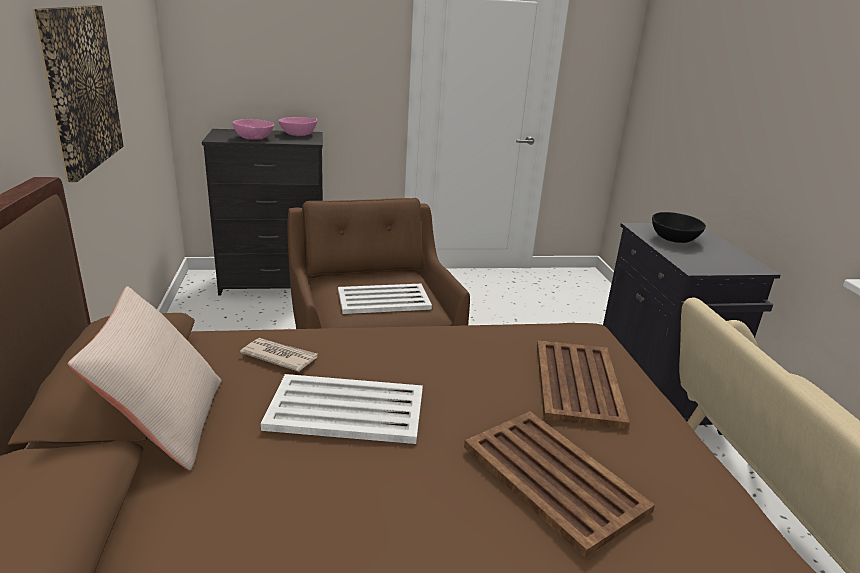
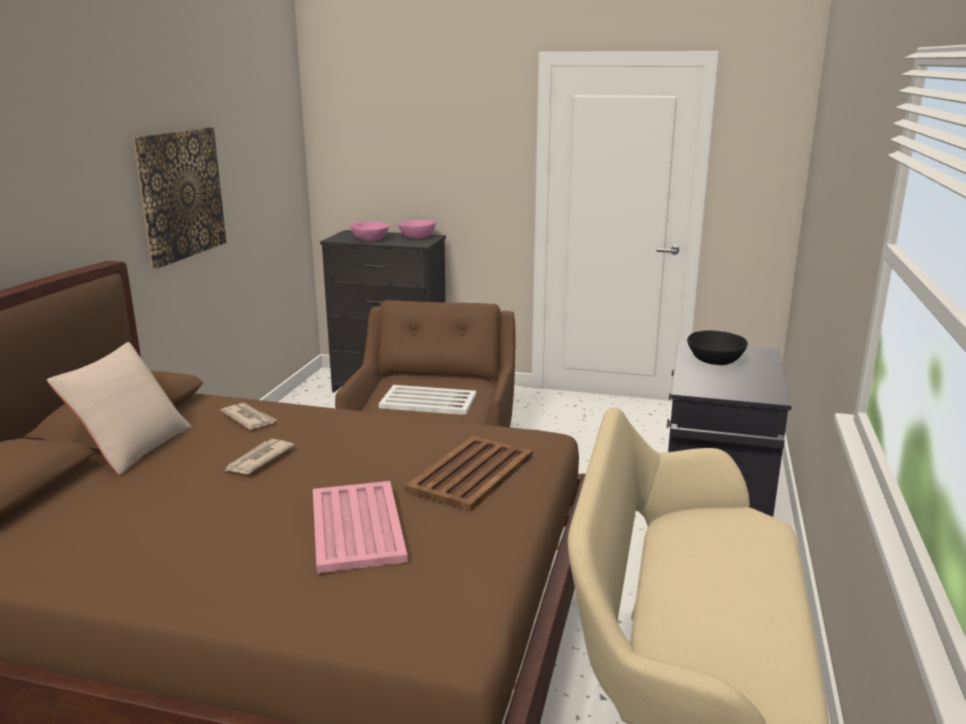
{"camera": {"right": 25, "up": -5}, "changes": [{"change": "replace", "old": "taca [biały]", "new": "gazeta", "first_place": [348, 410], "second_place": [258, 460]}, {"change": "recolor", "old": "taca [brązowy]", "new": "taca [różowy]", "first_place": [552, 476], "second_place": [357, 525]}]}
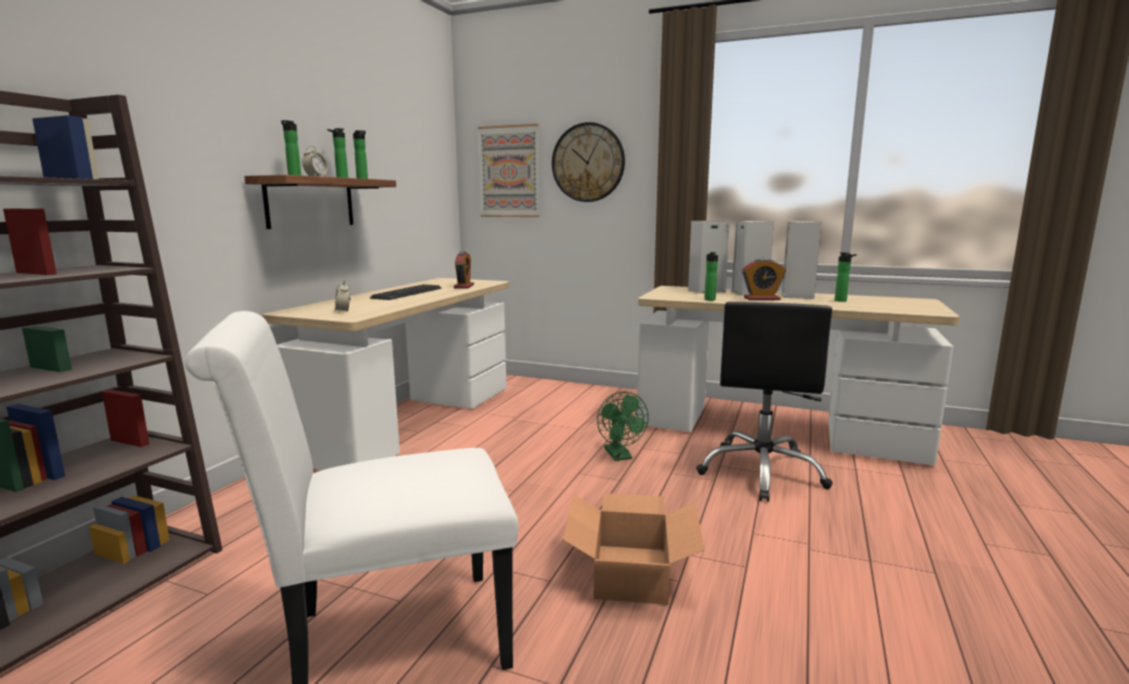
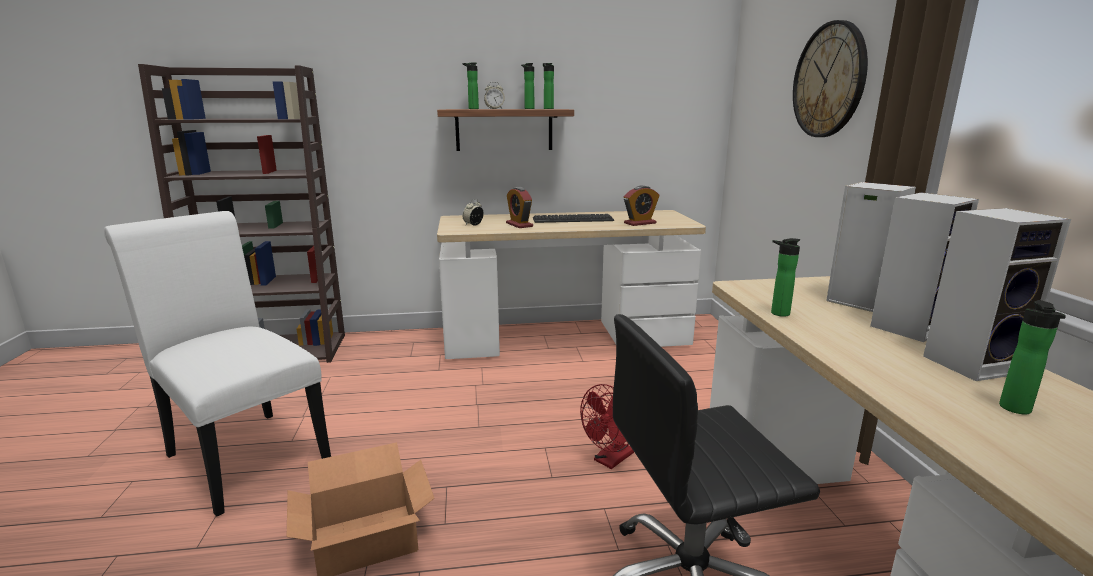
{"camera": {"right": 60, "up": 5}, "changes": [{"change": "delete", "old": "obraz", "first_place": [509, 172]}, {"change": "move", "old": "budzik", "first_place": [761, 299], "second_place": [519, 225]}, {"change": "recolor", "old": "wentylator [zielony]", "new": "wentylator [czerwony]", "first_place": [620, 456], "second_place": [610, 460]}]}
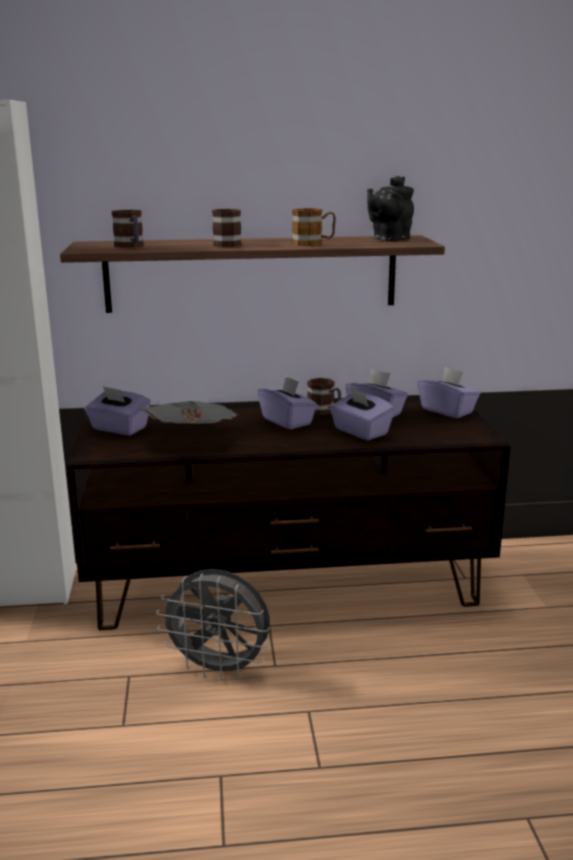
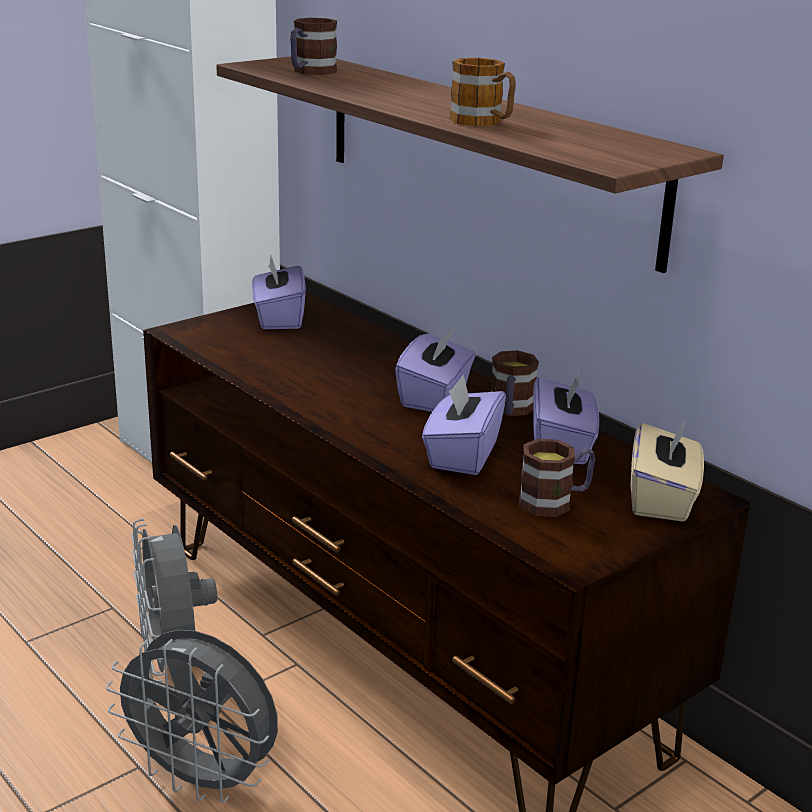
{"camera": {"right": 55, "up": 5}, "changes": [{"change": "delete", "old": "gazeta", "first_place": [192, 439]}, {"change": "delete", "old": "imbryk [czarny]", "first_place": [389, 239]}, {"change": "insert", "new": "wentylator [szary]", "second_place": [203, 780]}, {"change": "move", "old": "kubek", "first_place": [229, 243], "second_place": [555, 502]}, {"change": "recolor", "old": "pudełko chusteczek [fioletowy]", "new": "pudełko chusteczek [beżowy]", "first_place": [447, 410], "second_place": [662, 499]}]}
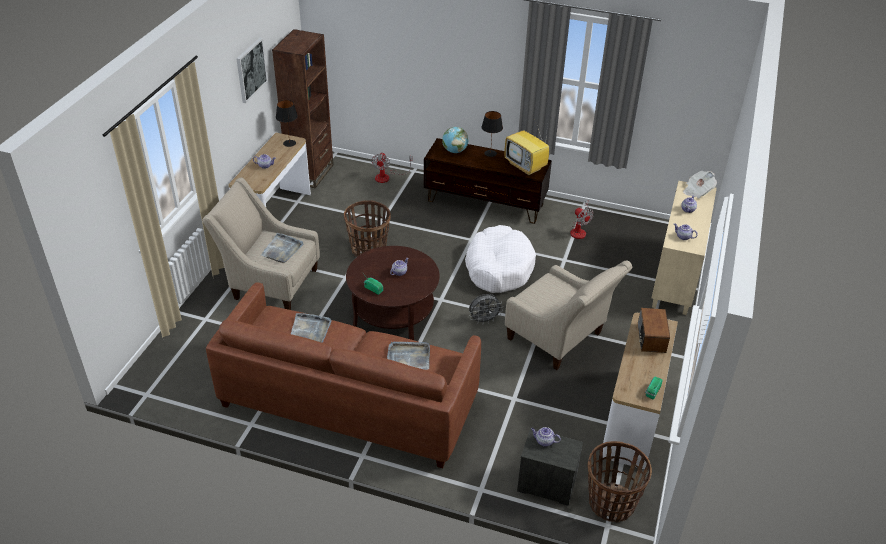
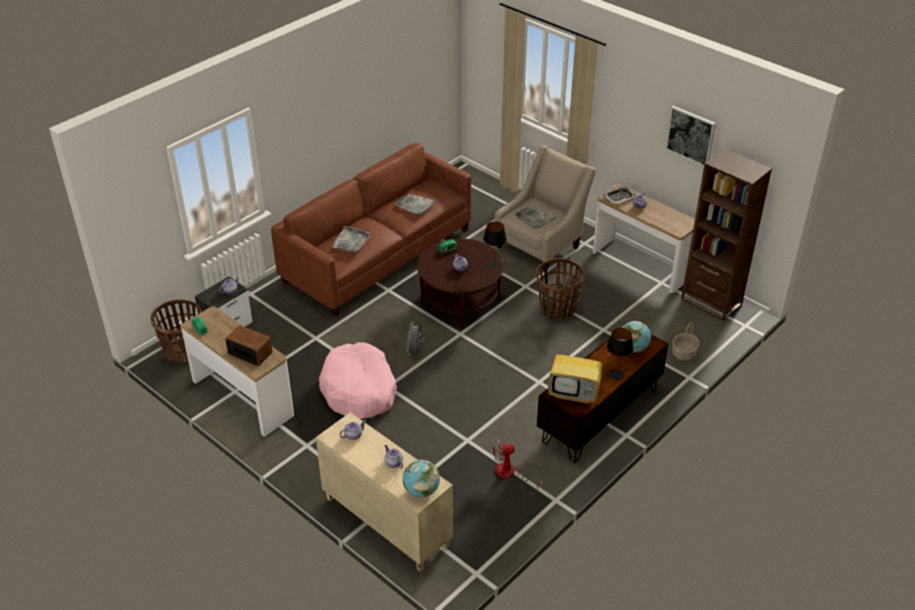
{"camera": {"right": 115, "up": 0}, "changes": [{"change": "delete", "old": "legowisko [biały]", "first_place": [499, 268]}, {"change": "insert", "new": "taca", "second_place": [619, 197]}, {"change": "move", "old": "lampa stołowa [czarny]", "first_place": [289, 143], "second_place": [493, 265]}, {"change": "replace", "old": "wentylator", "new": "koszyk", "first_place": [387, 177], "second_place": [684, 353]}, {"change": "replace", "old": "fotel [beżowy]", "new": "legowisko [różowy]", "first_place": [559, 340], "second_place": [359, 390]}, {"change": "replace", "old": "gazeta", "new": "globus", "first_place": [697, 191], "second_place": [421, 490]}, {"change": "rotate", "old": "telewizor", "first_place": [526, 167], "second_place": [575, 393], "degrees": -150}]}
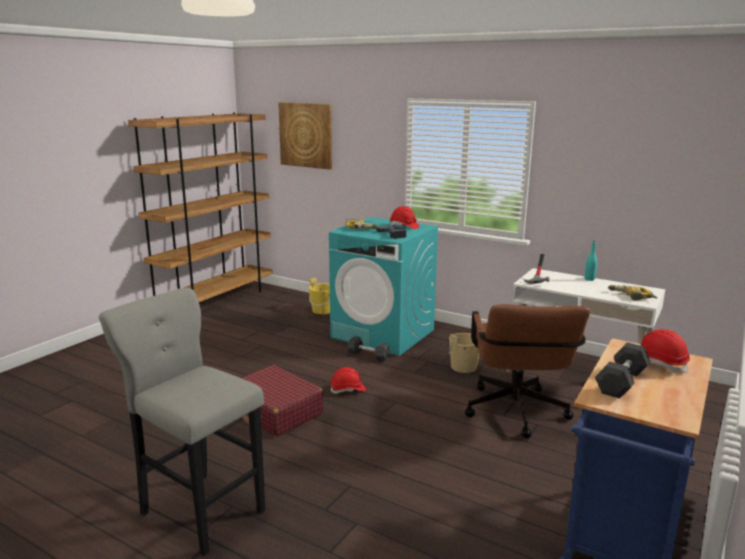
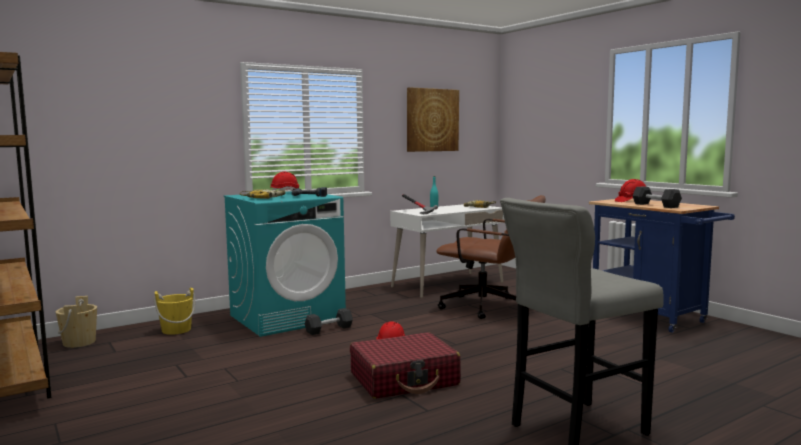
{"camera": {"right": -65, "up": -10}, "changes": [{"change": "move", "old": "obraz", "first_place": [306, 135], "second_place": [432, 120]}, {"change": "move", "old": "wiadro [beżowy]", "first_place": [463, 367], "second_place": [79, 342]}]}
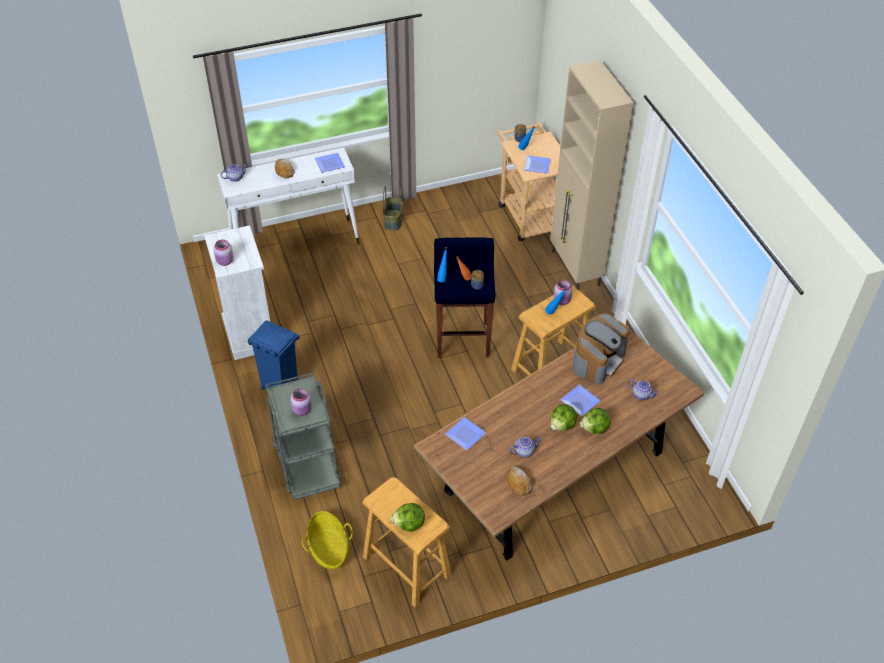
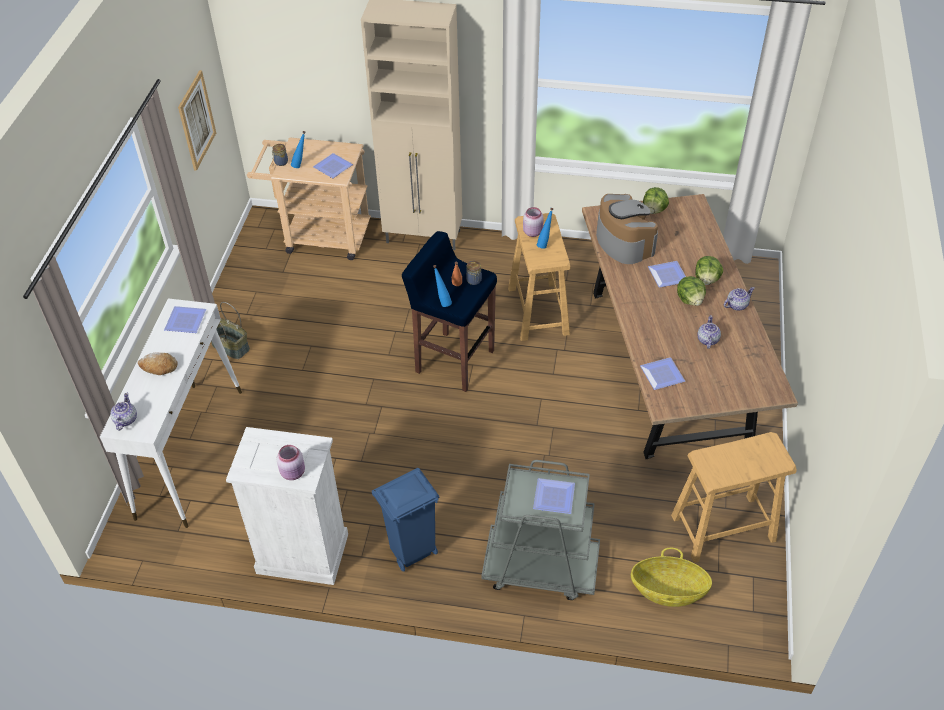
{"camera": {"right": -60, "up": 0}, "changes": [{"change": "delete", "old": "chleb", "first_place": [518, 483]}, {"change": "insert", "new": "obraz", "second_place": [196, 120]}, {"change": "move", "old": "sałata", "first_place": [409, 524], "second_place": [654, 210]}, {"change": "move", "old": "imbryk", "first_place": [641, 394], "second_place": [736, 305]}, {"change": "replace", "old": "słoik [różowy]", "new": "talerz", "first_place": [303, 410], "second_place": [555, 496]}]}
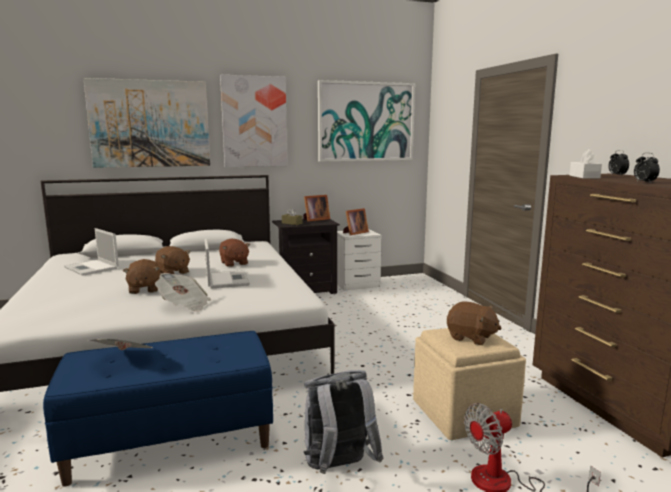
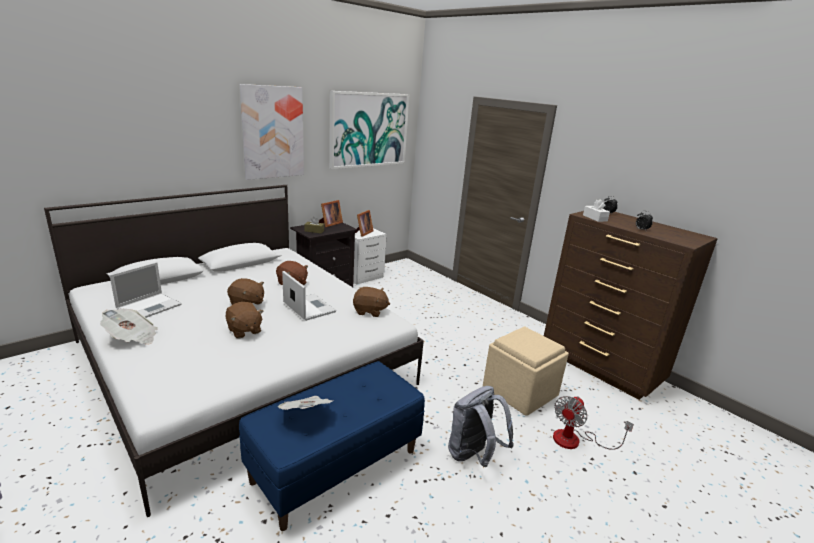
{"camera": {"right": -25, "up": 10}, "changes": [{"change": "delete", "old": "obraz", "first_place": [150, 124]}, {"change": "move", "old": "gazeta", "first_place": [184, 305], "second_place": [132, 338]}, {"change": "move", "old": "pluszak [brązowy]", "first_place": [471, 338], "second_place": [370, 311]}, {"change": "rotate", "old": "laptop", "first_place": [92, 268], "second_place": [150, 306], "degrees": -75}]}
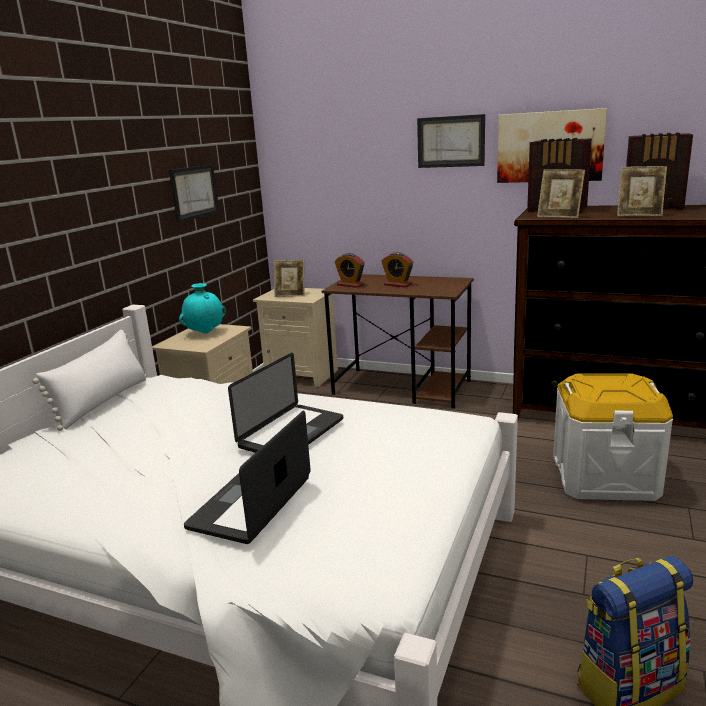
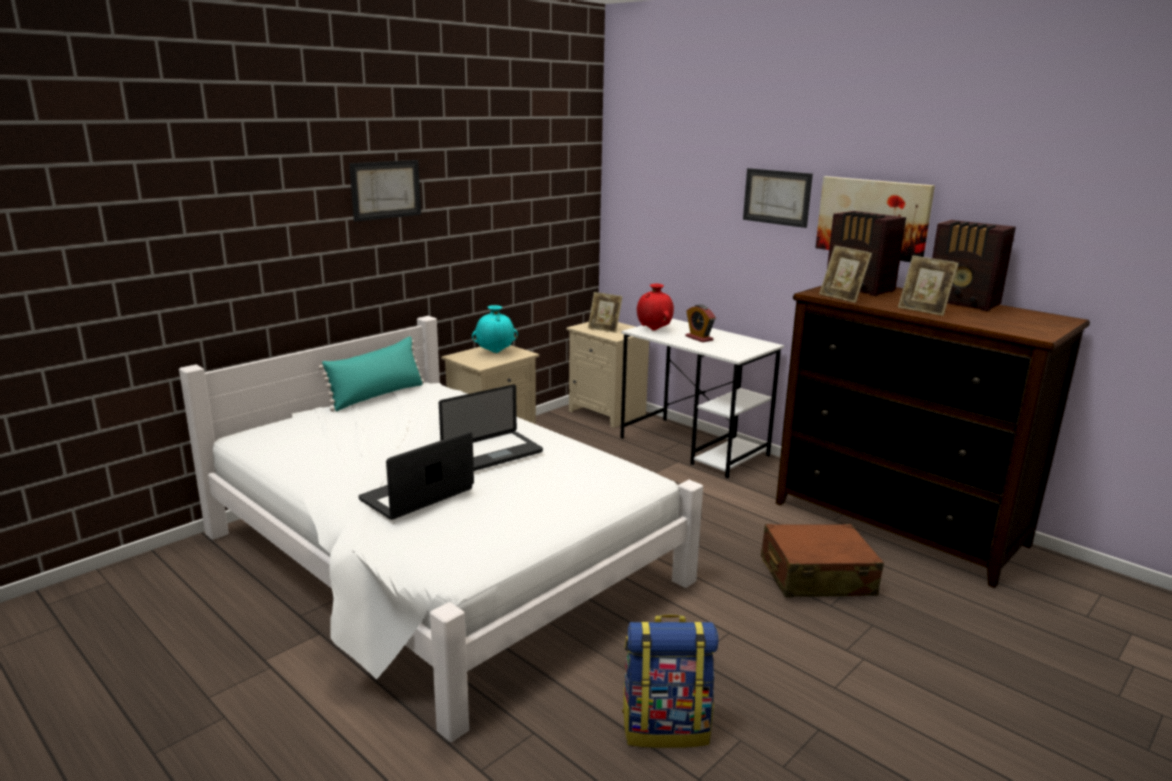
{"camera": {"right": 20, "up": 0}, "changes": [{"change": "move", "old": "obraz", "first_place": [194, 192], "second_place": [385, 189]}, {"change": "replace", "old": "budzik", "new": "wazon [czerwony]", "first_place": [350, 285], "second_place": [654, 330]}, {"change": "replace", "old": "pojemnik do przechowywania [biały]", "new": "walizka [brązowy]", "first_place": [604, 477], "second_place": [816, 576]}, {"change": "recolor", "old": "poduszka [biały]", "new": "poduszka [turkusowy]", "first_place": [103, 402], "second_place": [377, 396]}, {"change": "recolor", "old": "biurko [brązowy]", "new": "biurko [biały]", "first_place": [403, 387], "second_place": [694, 447]}]}
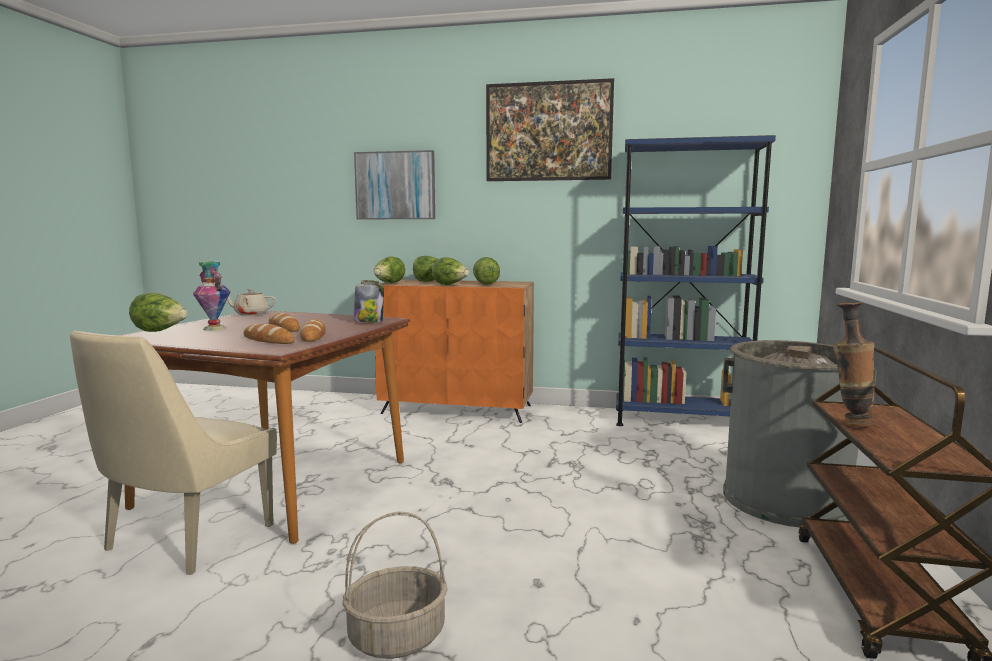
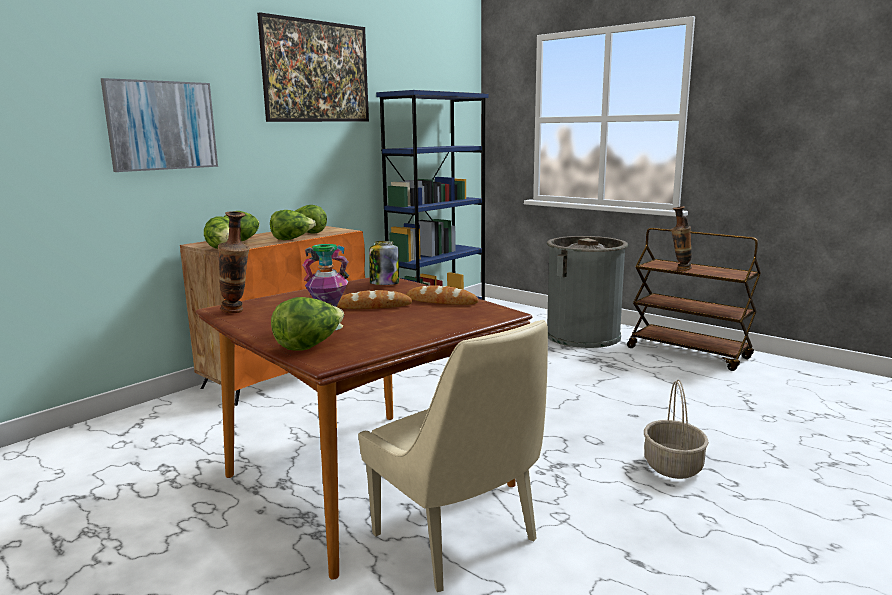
{"camera": {"right": -60, "up": 5}, "changes": [{"change": "delete", "old": "chleb", "first_place": [268, 340]}, {"change": "replace", "old": "imbryk [beżowy]", "new": "wazon", "first_place": [251, 314], "second_place": [237, 312]}]}
